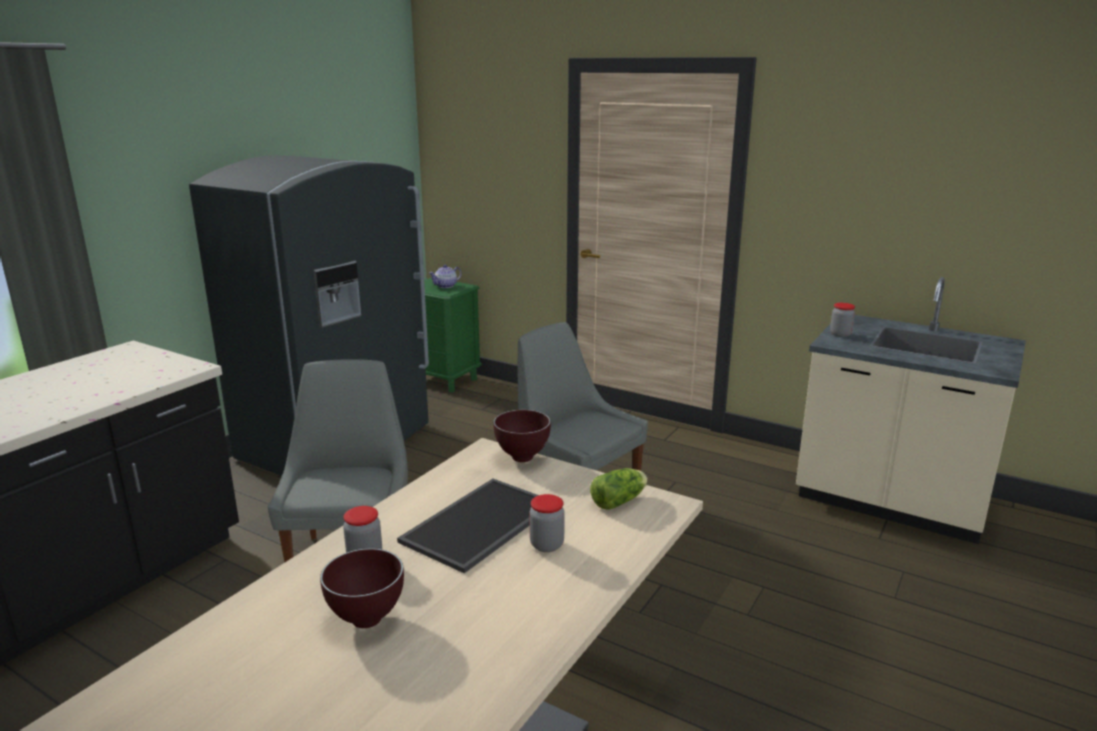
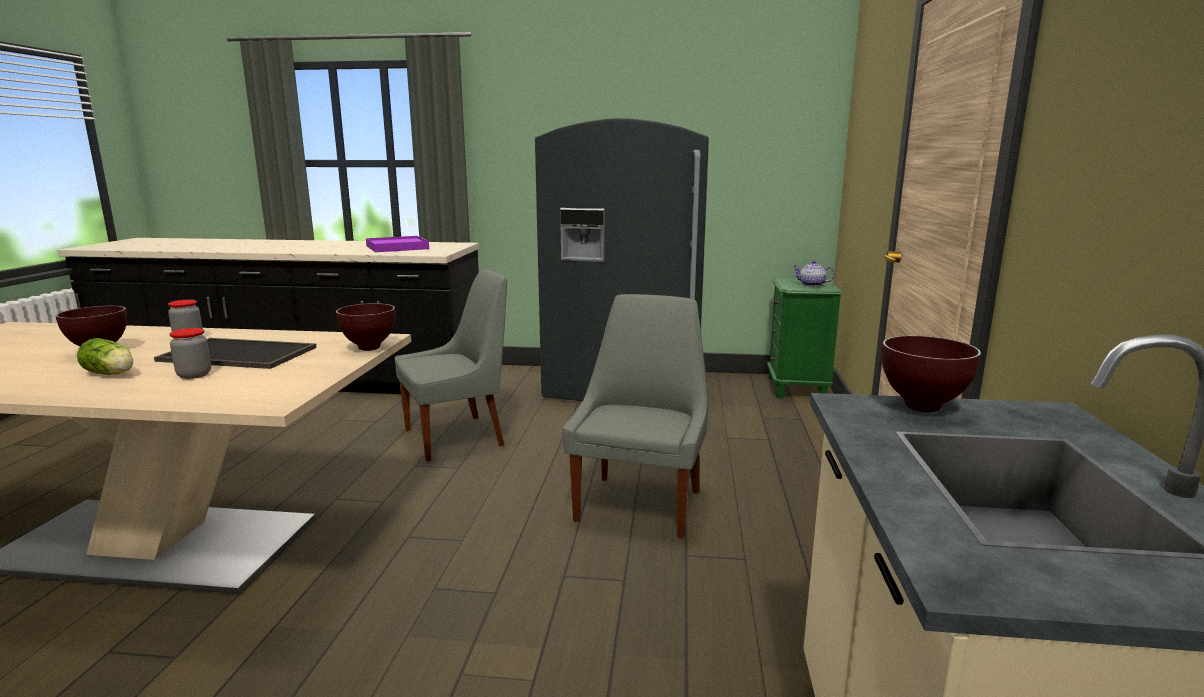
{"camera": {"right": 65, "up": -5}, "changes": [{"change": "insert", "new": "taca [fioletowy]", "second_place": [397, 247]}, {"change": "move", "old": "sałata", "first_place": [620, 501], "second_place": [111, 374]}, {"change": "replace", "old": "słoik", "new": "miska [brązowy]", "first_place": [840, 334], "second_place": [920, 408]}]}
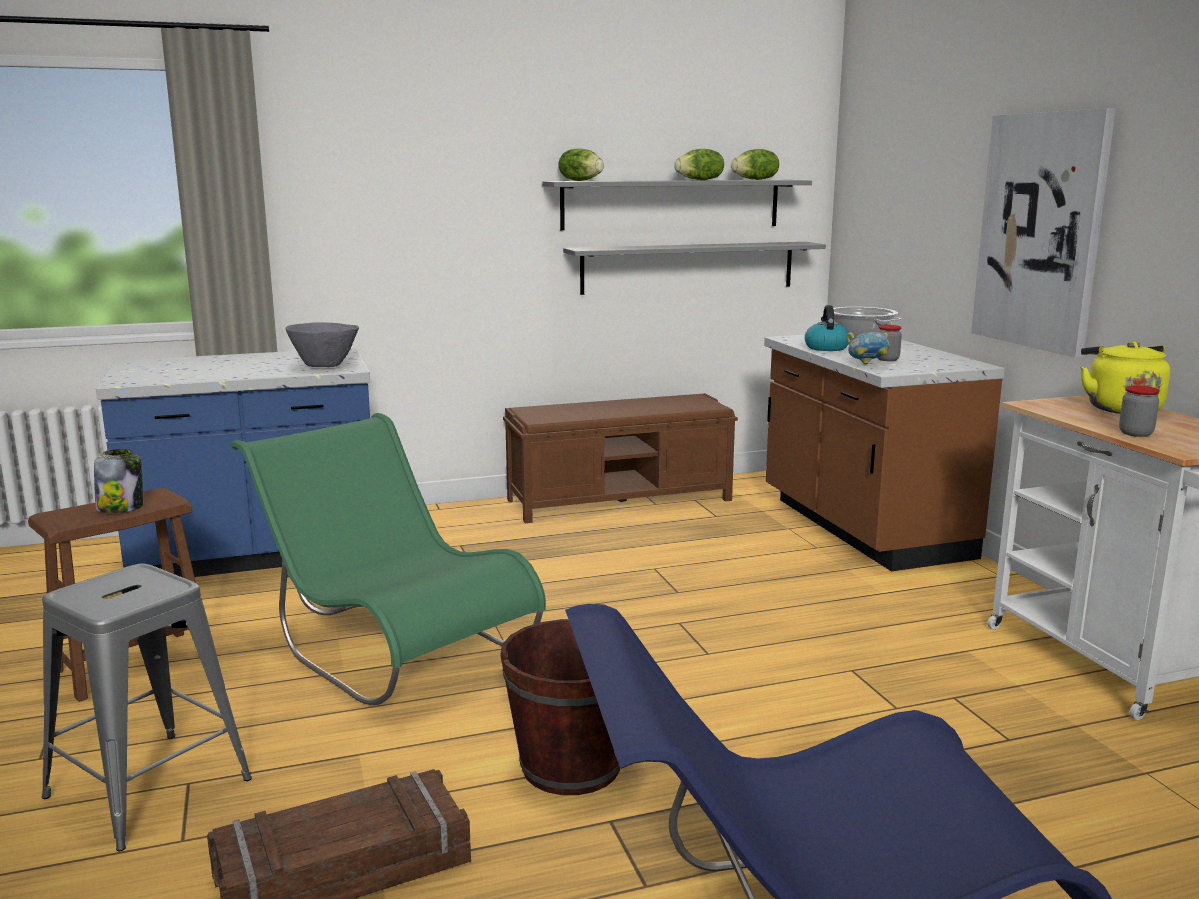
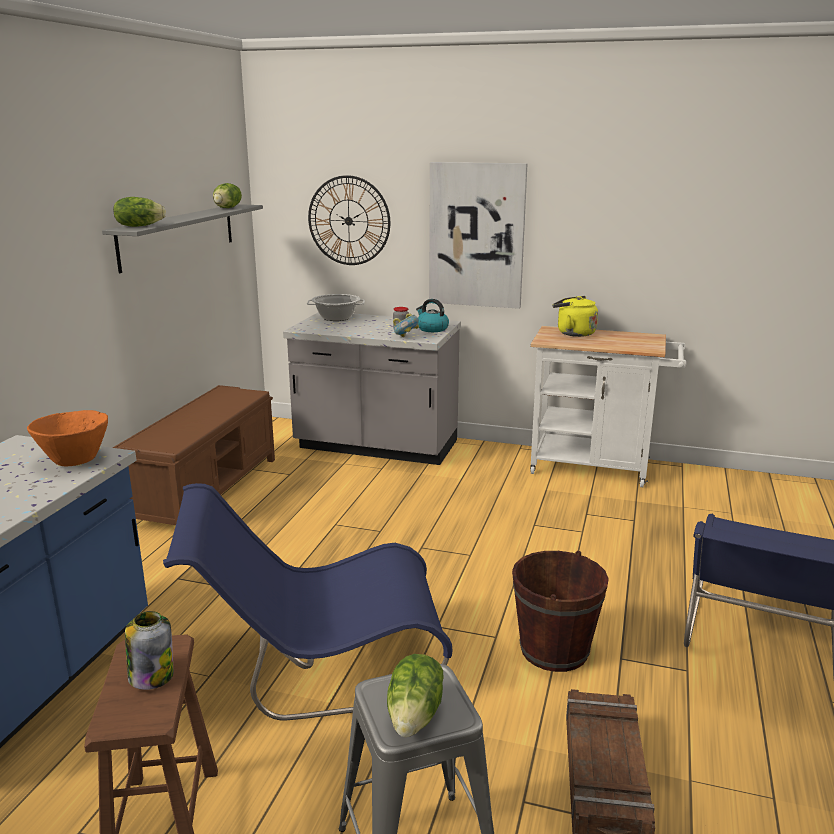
{"camera": {"right": -55, "up": 5}, "changes": [{"change": "delete", "old": "półka [szary]", "first_place": [688, 267]}, {"change": "delete", "old": "słoik", "first_place": [1135, 433]}, {"change": "insert", "new": "zegar ścienny", "second_place": [348, 221]}, {"change": "move", "old": "sałata", "first_place": [700, 180], "second_place": [416, 715]}, {"change": "move", "old": "czajnik", "first_place": [826, 347], "second_place": [432, 329]}, {"change": "recolor", "old": "krzesło [zielony]", "new": "krzesło [niebieski]", "first_place": [392, 647], "second_place": [318, 667]}, {"change": "recolor", "old": "miska [szary]", "new": "miska [pomarańczowy]", "first_place": [325, 366], "second_place": [74, 461]}, {"change": "recolor", "old": "zabudowa kuchenna [brązowy]", "new": "zabudowa kuchenna [szary]", "first_place": [861, 528], "second_place": [376, 446]}]}
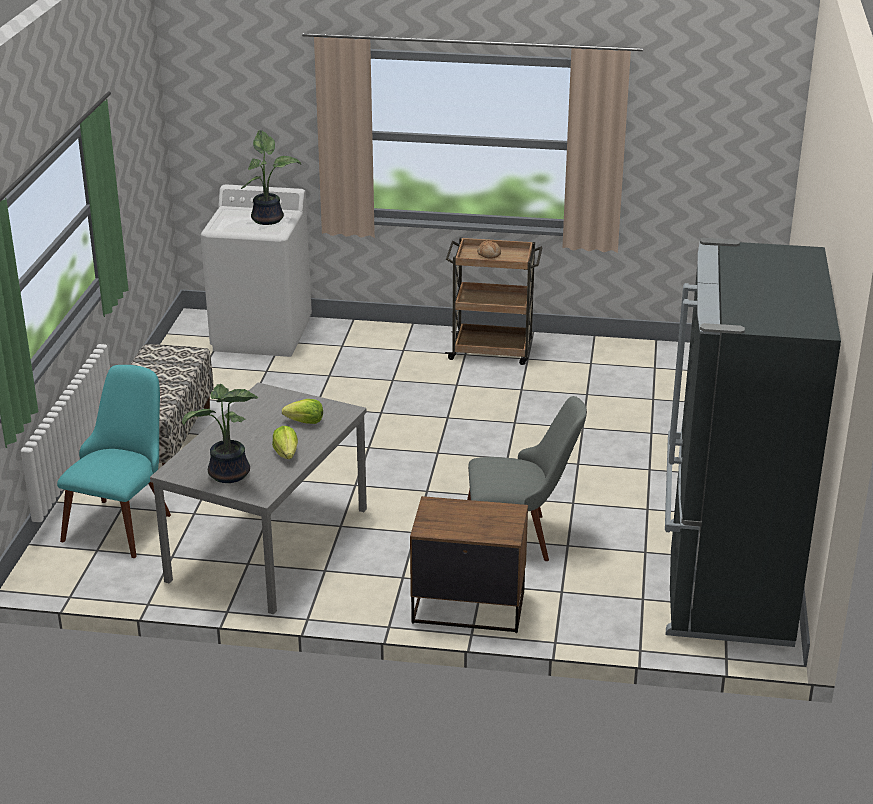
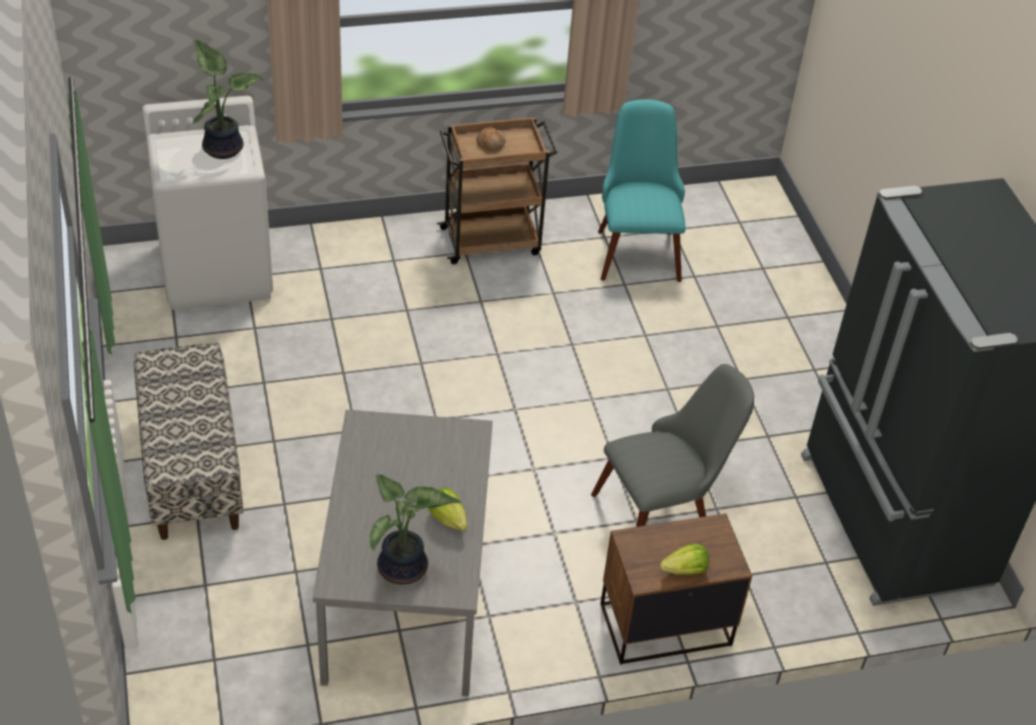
{"camera": {"right": -25, "up": 15}, "changes": [{"change": "move", "old": "krzesło [turkusowy]", "first_place": [124, 520], "second_place": [636, 246]}, {"change": "move", "old": "sałata", "first_place": [305, 422], "second_place": [685, 570]}]}
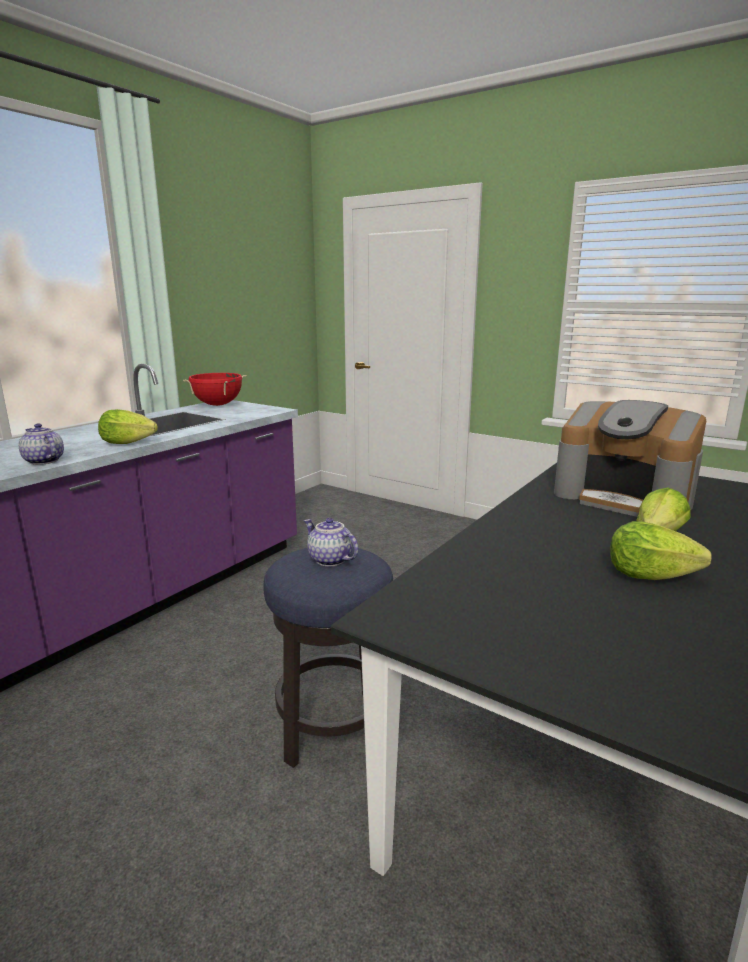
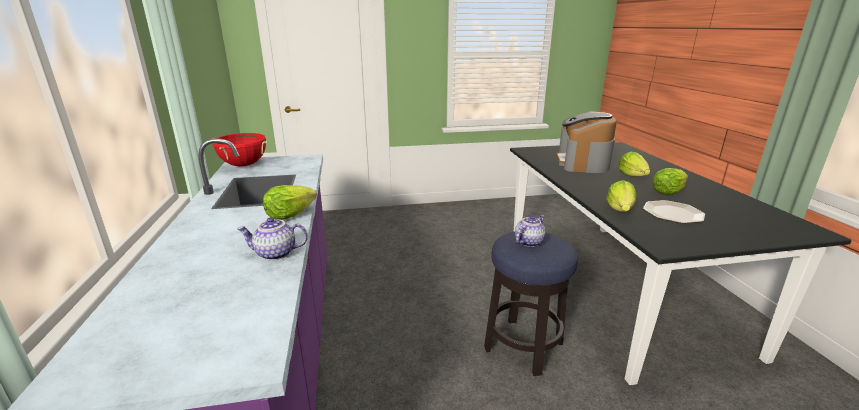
{"camera": {"right": -45, "up": 5}, "changes": [{"change": "insert", "new": "sałata", "second_place": [620, 210]}, {"change": "insert", "new": "talerz", "second_place": [673, 213]}, {"change": "rotate", "old": "imbryk", "first_place": [329, 560], "second_place": [528, 242], "degrees": 135}, {"change": "rotate", "old": "ekspres do kawy", "first_place": [624, 497], "second_place": [582, 162], "degrees": 105}]}
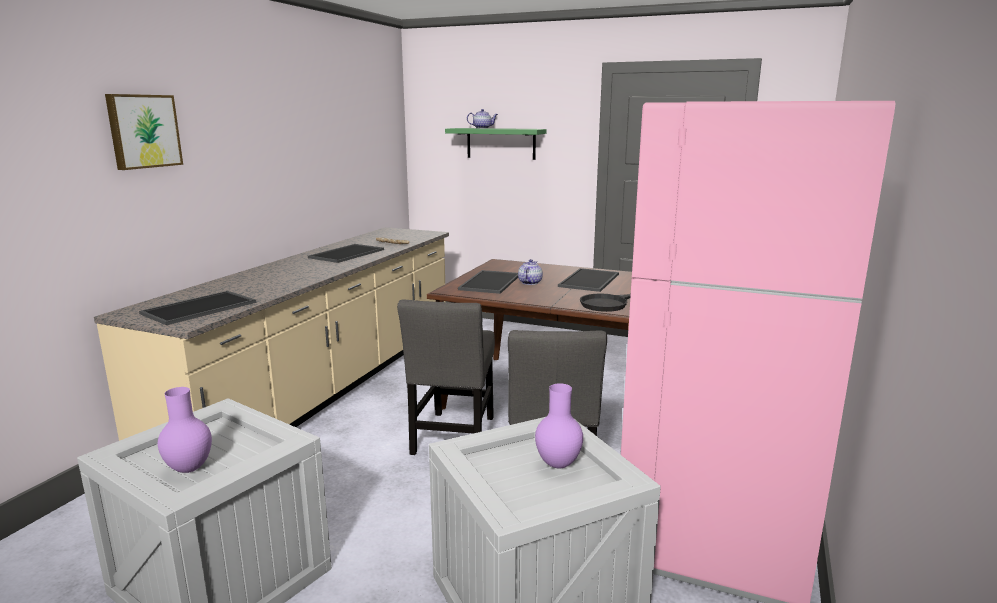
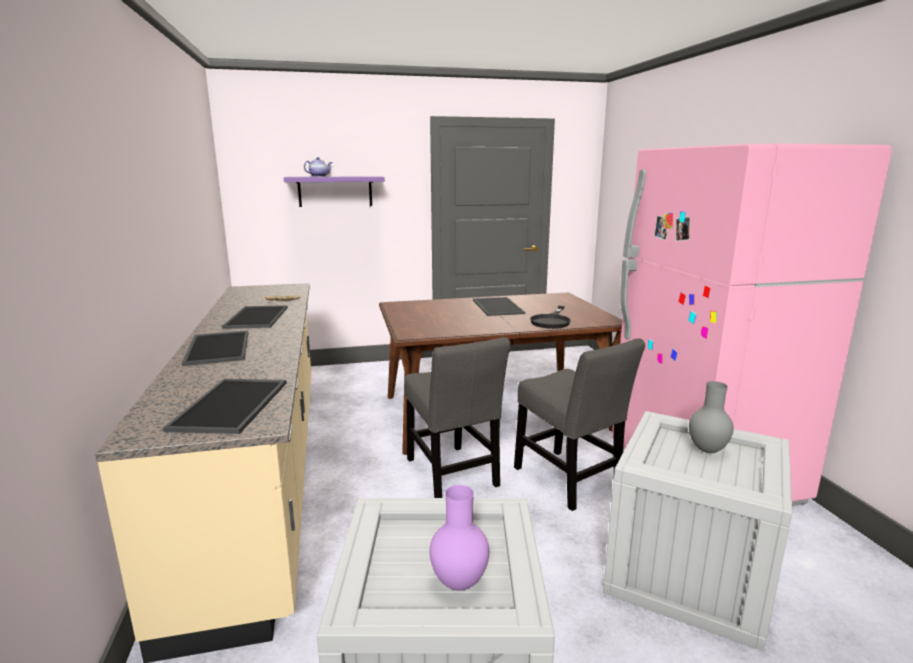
{"camera": {"right": -35, "up": 0}, "changes": [{"change": "delete", "old": "obraz", "first_place": [143, 131]}, {"change": "delete", "old": "imbryk", "first_place": [529, 282]}, {"change": "move", "old": "taca", "first_place": [489, 282], "second_place": [216, 348]}, {"change": "recolor", "old": "półka [zielony]", "new": "półka [fioletowy]", "first_place": [501, 143], "second_place": [335, 191]}, {"change": "recolor", "old": "wazon [fioletowy]", "new": "wazon [szary]", "first_place": [559, 464], "second_place": [707, 450]}]}
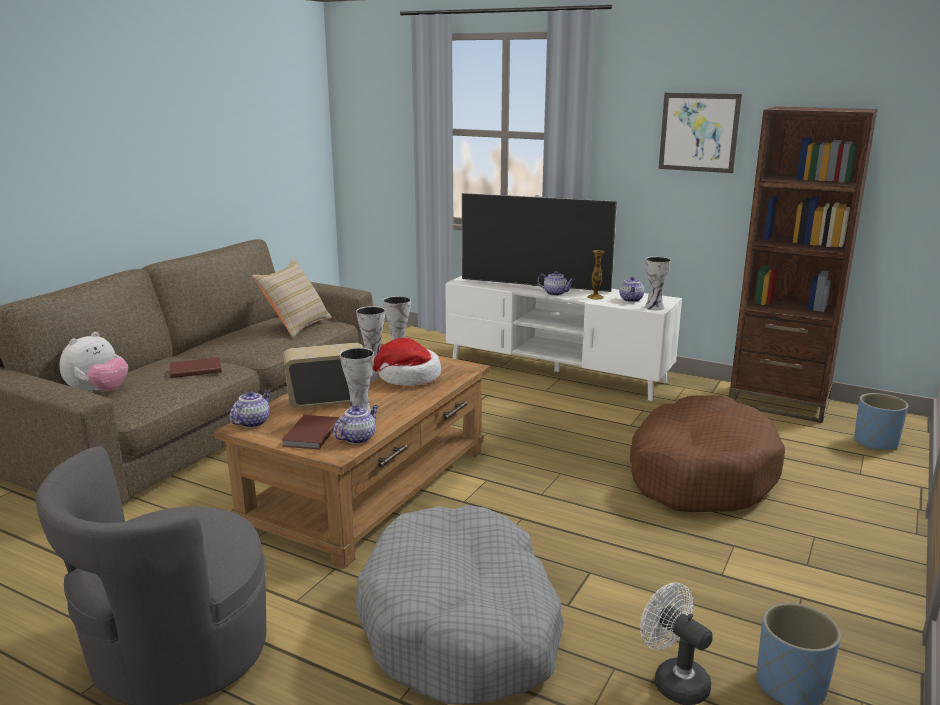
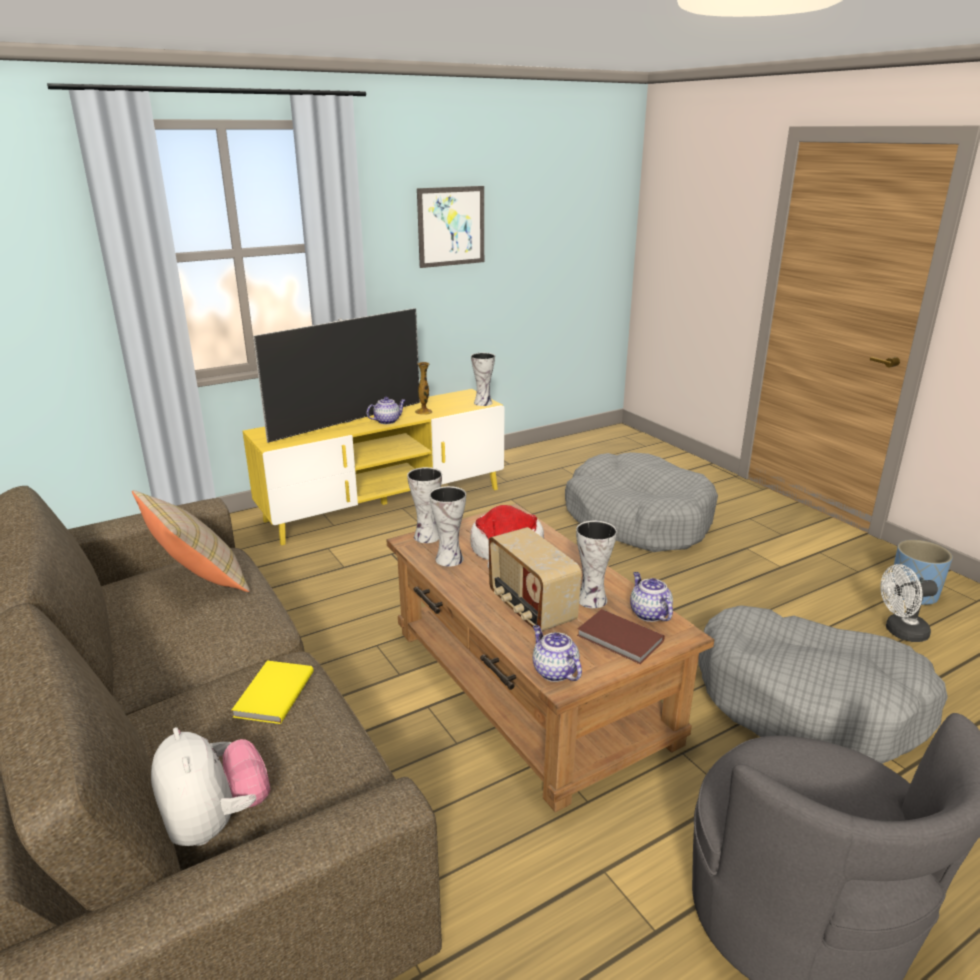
{"camera": {"right": -60, "up": 5}, "changes": [{"change": "delete", "old": "imbryk", "first_place": [631, 300]}, {"change": "delete", "old": "regał [brązowy]", "first_place": [778, 403]}, {"change": "delete", "old": "donica [niebieski]", "first_place": [875, 443]}, {"change": "recolor", "old": "książka [brązowy]", "new": "książka [żółty]", "first_place": [195, 369], "second_place": [272, 695]}, {"change": "recolor", "old": "szafka pod telewizor [biały]", "new": "szafka pod telewizor [żółty]", "first_place": [556, 371], "second_place": [385, 504]}, {"change": "recolor", "old": "legowisko [brązowy]", "new": "legowisko [szary]", "first_place": [700, 474], "second_place": [638, 519]}, {"change": "rotate", "old": "radio", "first_place": [328, 401], "second_place": [530, 608], "degrees": -45}]}
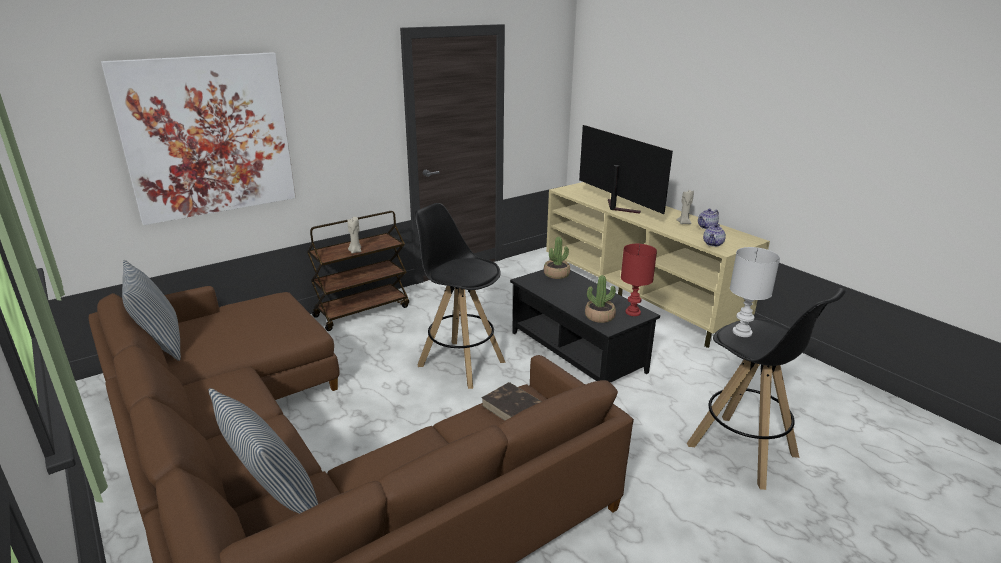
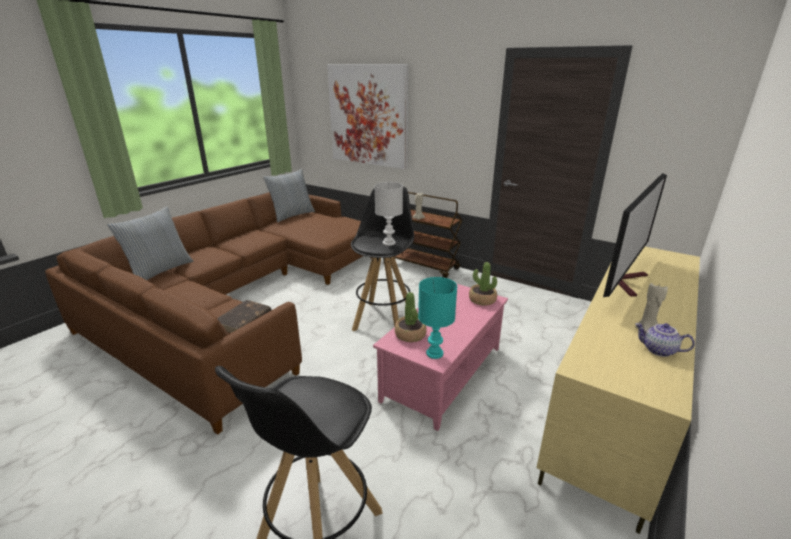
{"camera": {"right": 70, "up": 0}, "changes": [{"change": "delete", "old": "imbryk", "first_place": [713, 244]}, {"change": "move", "old": "lampa stołowa [biały]", "first_place": [742, 332], "second_place": [388, 243]}, {"change": "recolor", "old": "ława [czarny]", "new": "ława [różowy]", "first_place": [576, 352], "second_place": [442, 373]}, {"change": "recolor", "old": "lampa stołowa [czerwony]", "new": "lampa stołowa [turkusowy]", "first_place": [633, 312], "second_place": [435, 353]}]}
